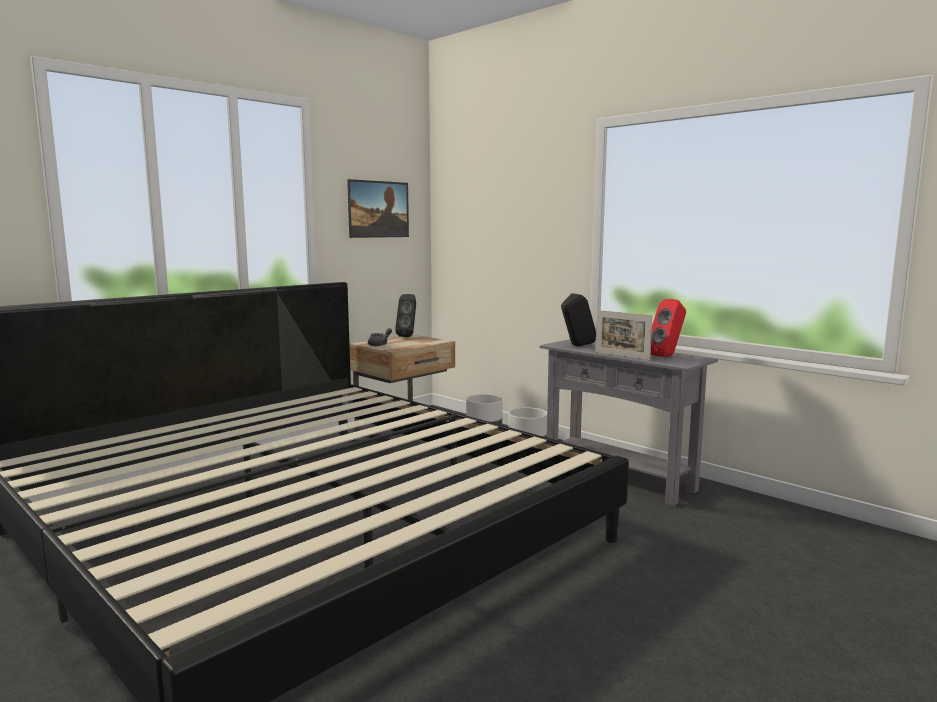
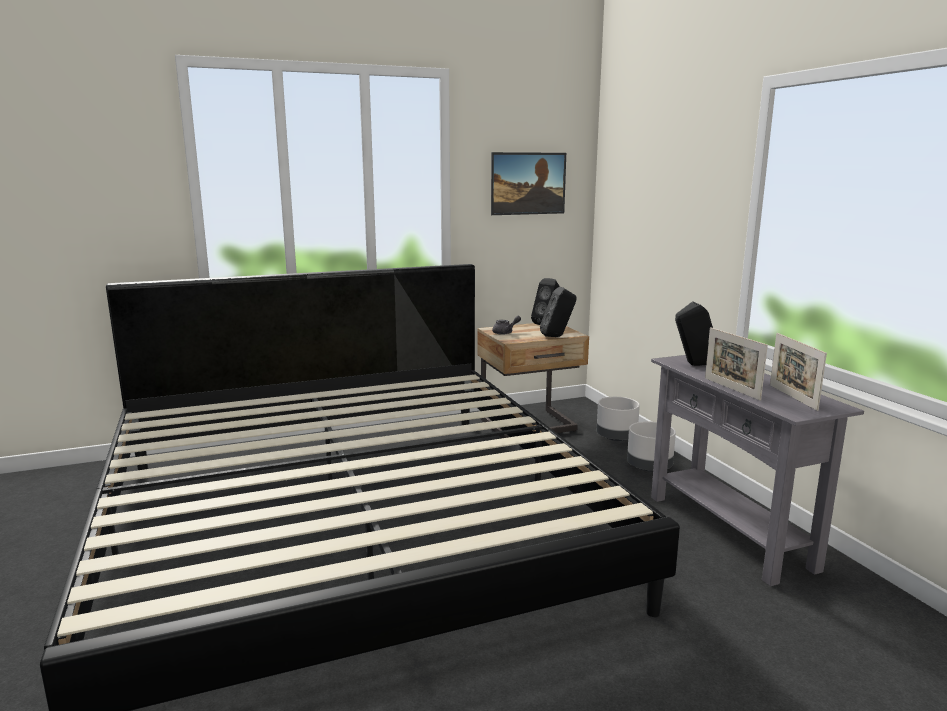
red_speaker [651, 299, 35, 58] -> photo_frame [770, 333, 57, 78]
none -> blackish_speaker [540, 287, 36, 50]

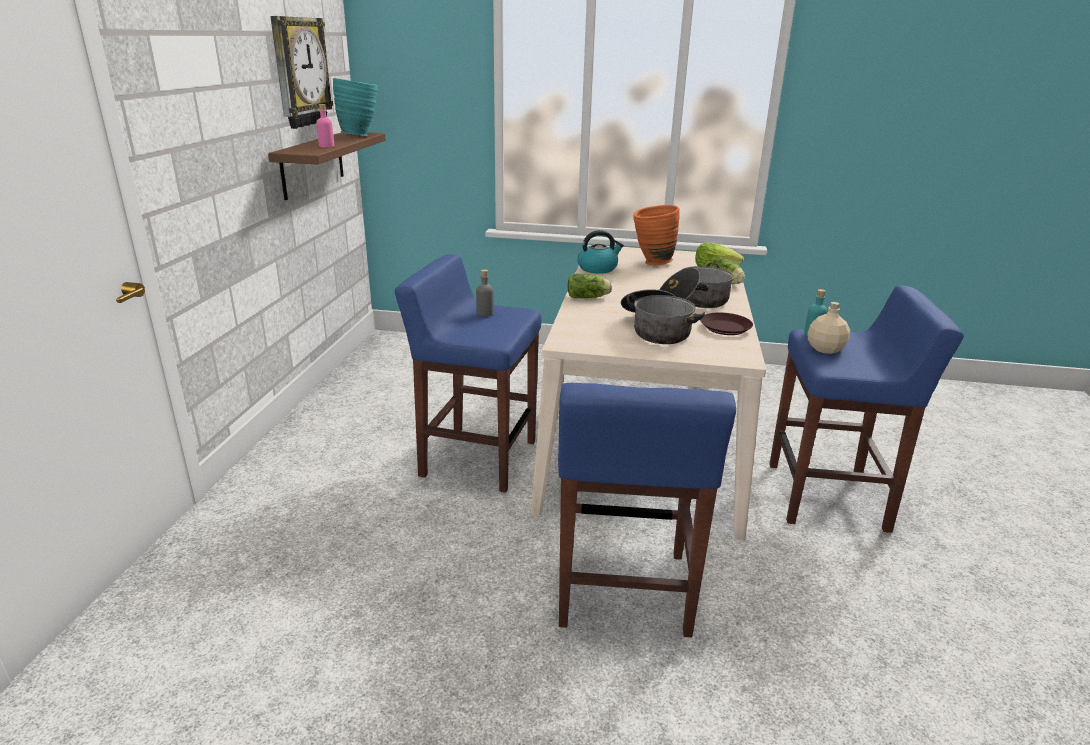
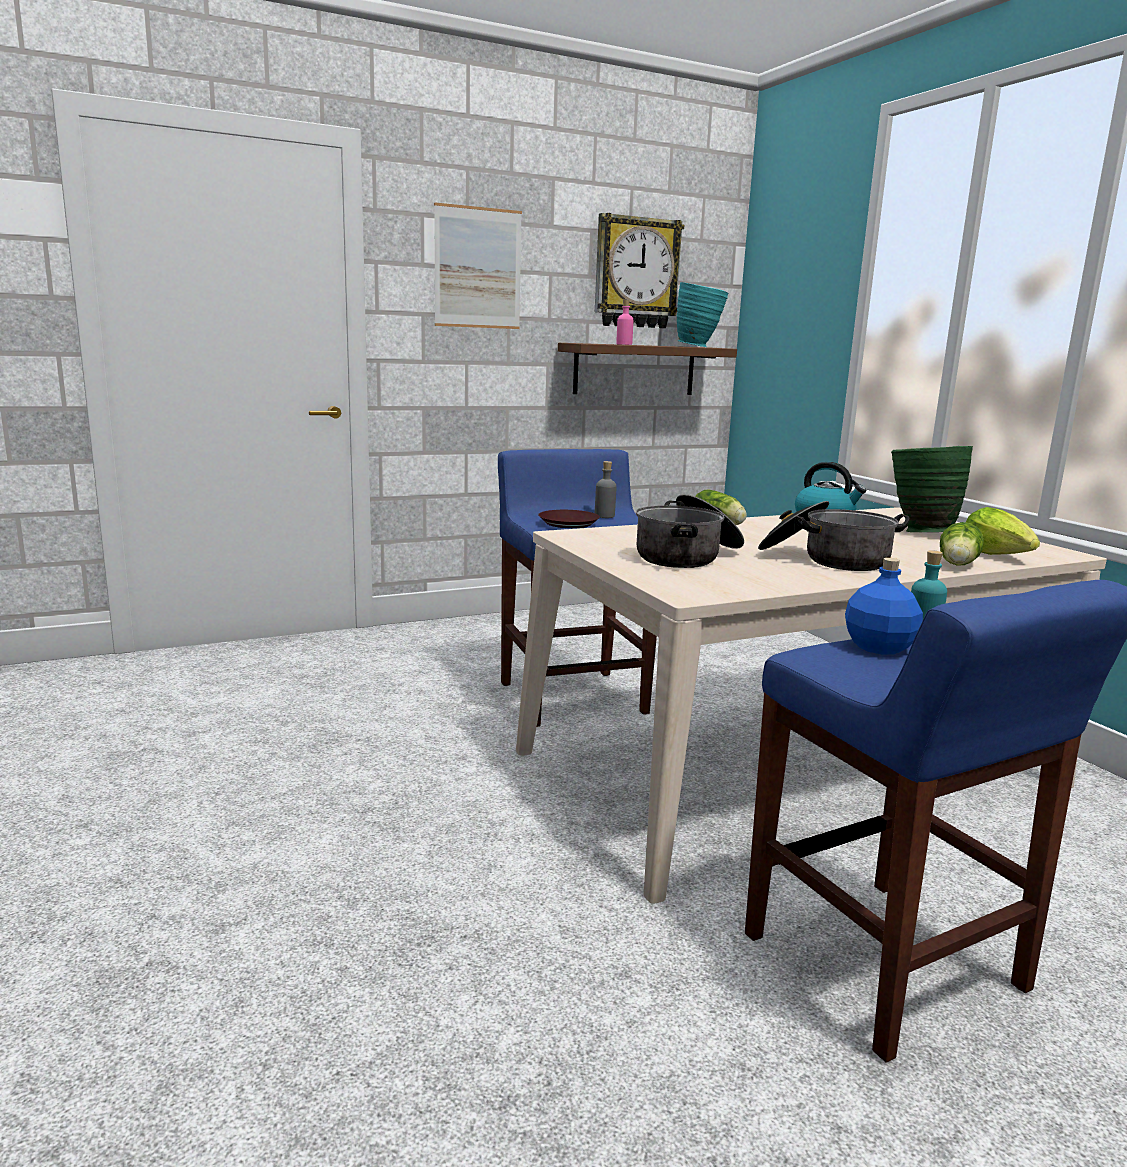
orange-coloured_vase [633, 205, 47, 61] -> green_vase [891, 446, 82, 86]
sand-coloured_bottle [807, 302, 43, 52] -> bluish_bottle [845, 558, 78, 96]
brown-coloured_flat_dish [700, 312, 53, 23] -> brown-coloured_flat_dish [538, 510, 62, 18], move
bluish_stool_seat [558, 383, 178, 254] -> none
none -> picture [434, 202, 88, 127]

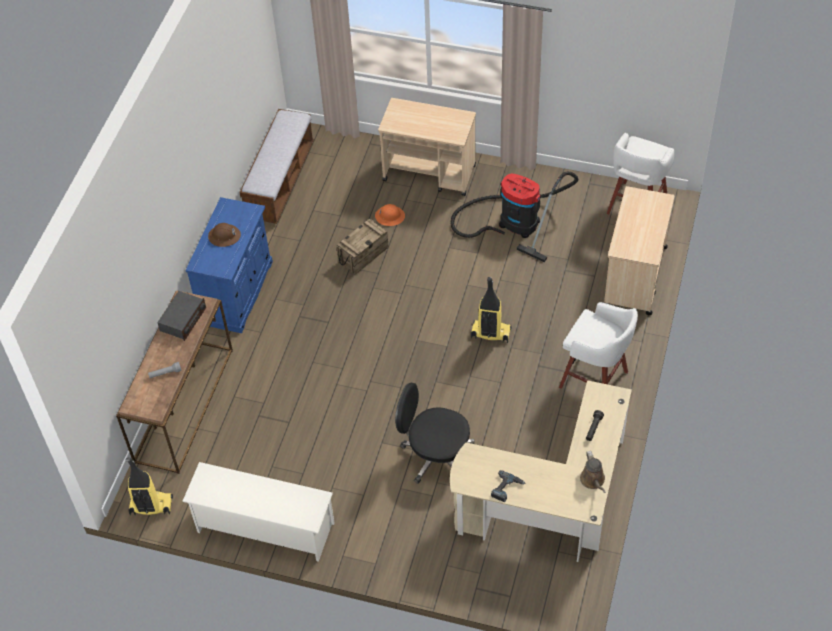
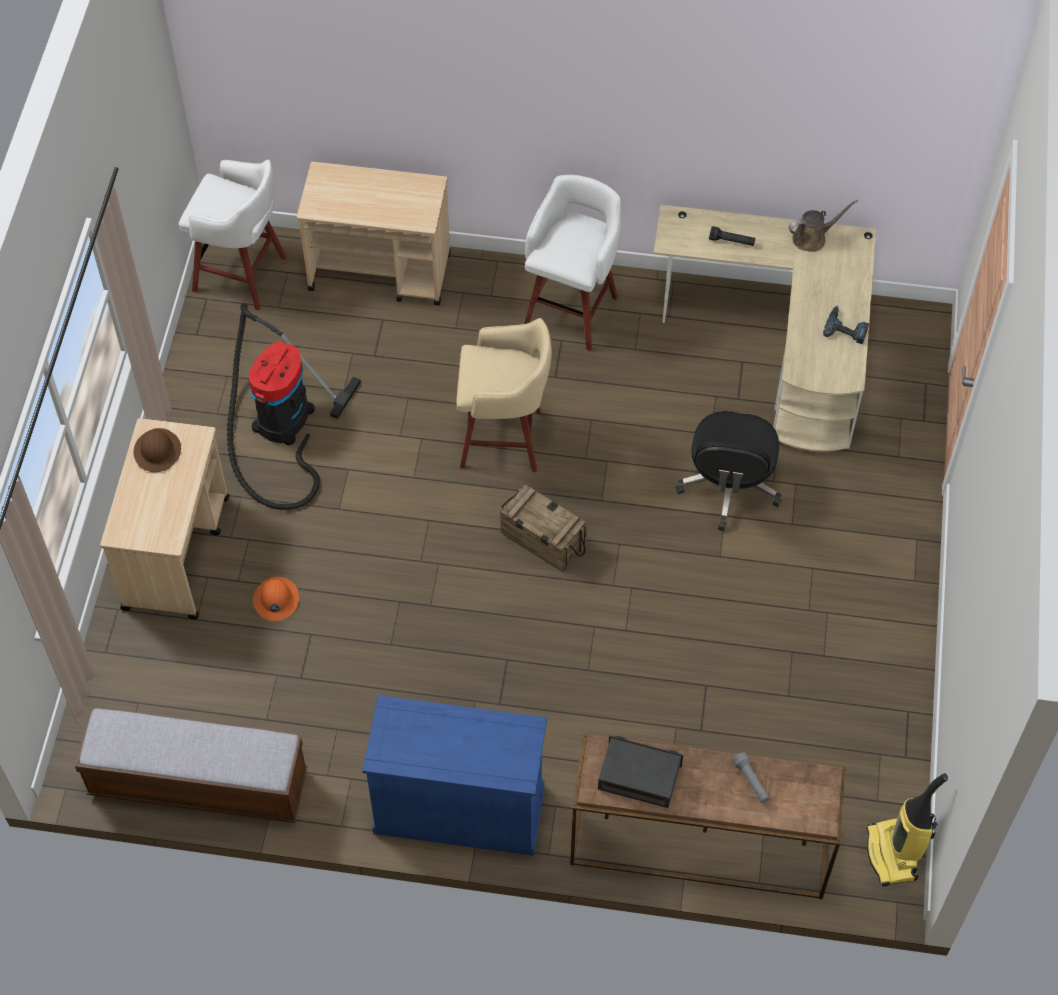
crate [337, 219, 52, 56] -> crate [500, 484, 87, 88], move
brown-coloured_work_helmet [208, 223, 33, 24] -> brown-coloured_work_helmet [134, 428, 47, 44], move
vacuum [471, 277, 41, 66] -> sand-coloured_stool_seat [456, 318, 96, 154]
white-coloured_shoe_stand [182, 462, 153, 100] -> none

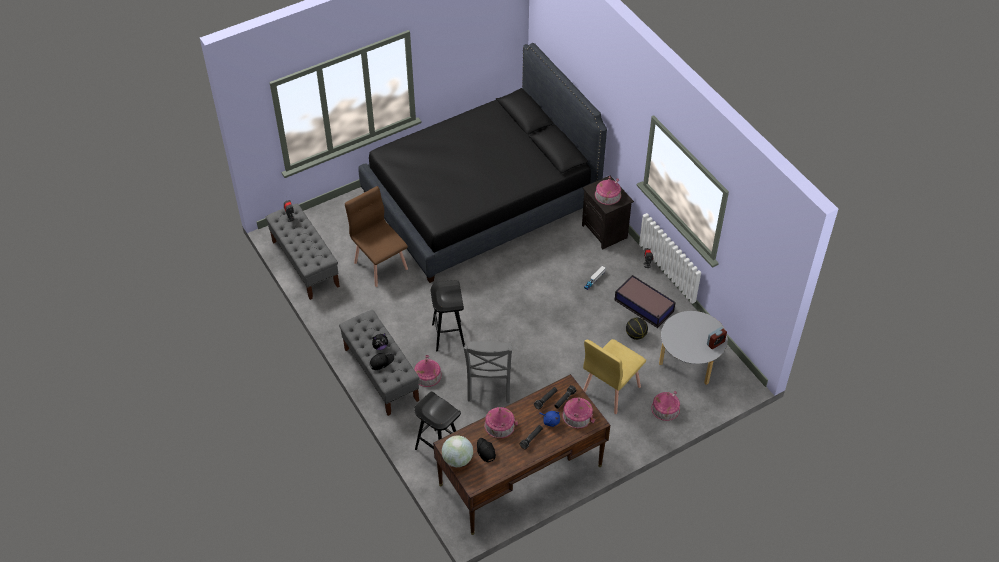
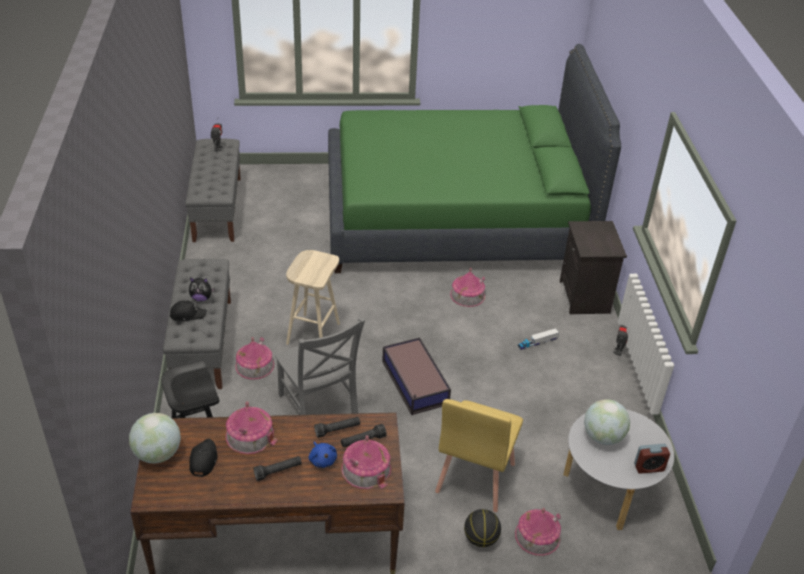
blackish_bedroom_bed [358, 43, 249, 240] -> green_bedroom_bed [328, 44, 293, 229]
toy_house [595, 176, 26, 29] -> toy_house [450, 268, 35, 39], move
brown-coloured_chair [345, 186, 63, 101] -> none
storage_bin [615, 275, 61, 53] -> storage_bin [382, 337, 69, 78], move
blackish_stool_seat [431, 280, 34, 71] -> sand-coloured_stool_seat [286, 250, 54, 95]
basketball_ball [626, 318, 22, 22] -> basketball_ball [464, 509, 37, 38], move
yellow-coloured_chair [583, 339, 63, 75] -> yellow-coloured_chair [435, 399, 88, 113], 45 degrees counterclockwise
greyish_chair [464, 341, 48, 62] -> greyish_chair [275, 317, 90, 98], 60 degrees counterclockwise
none -> world_globe [584, 399, 46, 46]

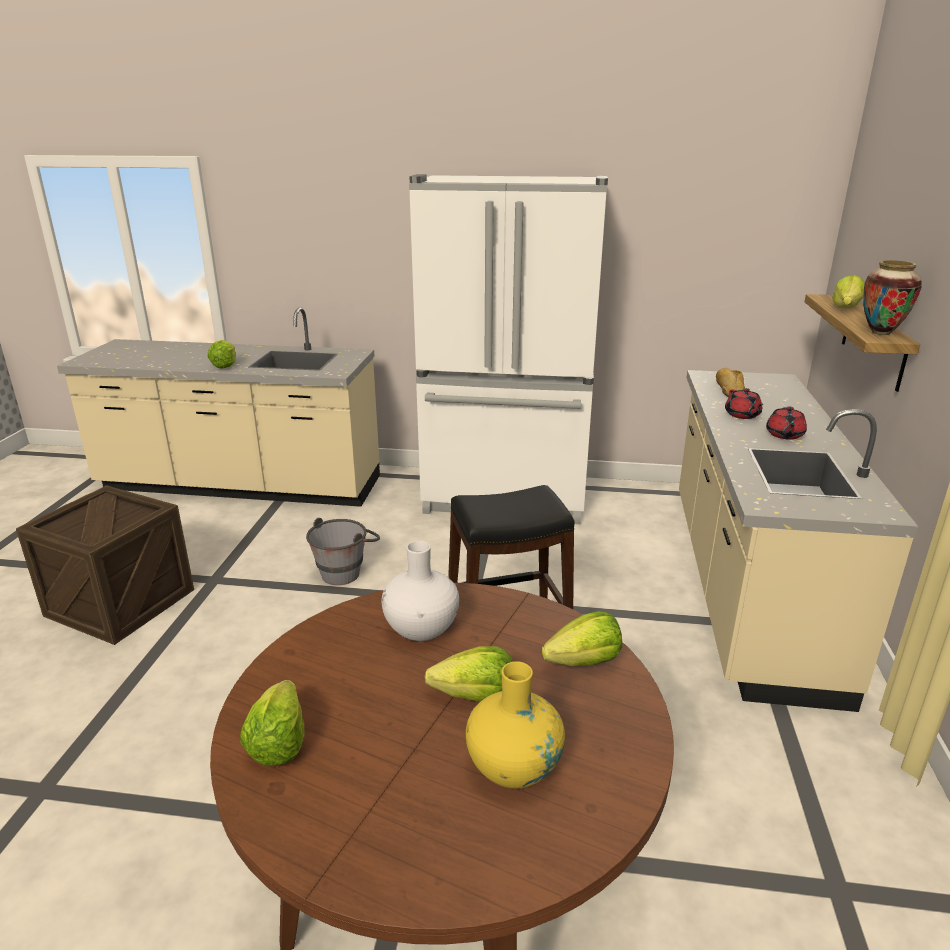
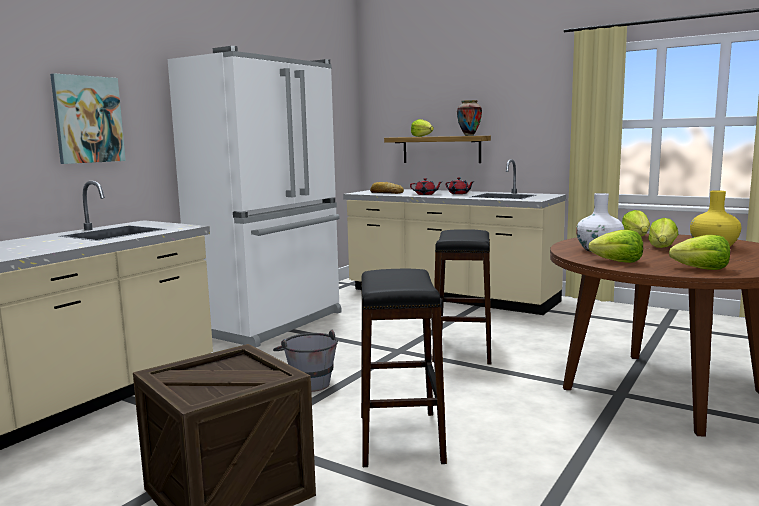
lettuce_head [208, 340, 28, 29] -> lettuce_head [589, 230, 54, 33], move
none -> picture [50, 73, 76, 91]
none -> blackish_stool_seat [361, 269, 86, 198]

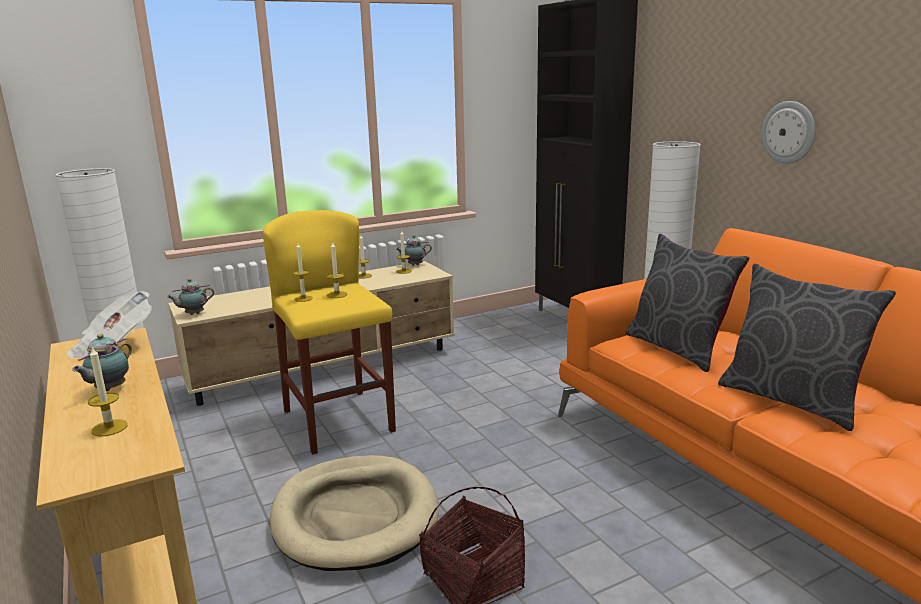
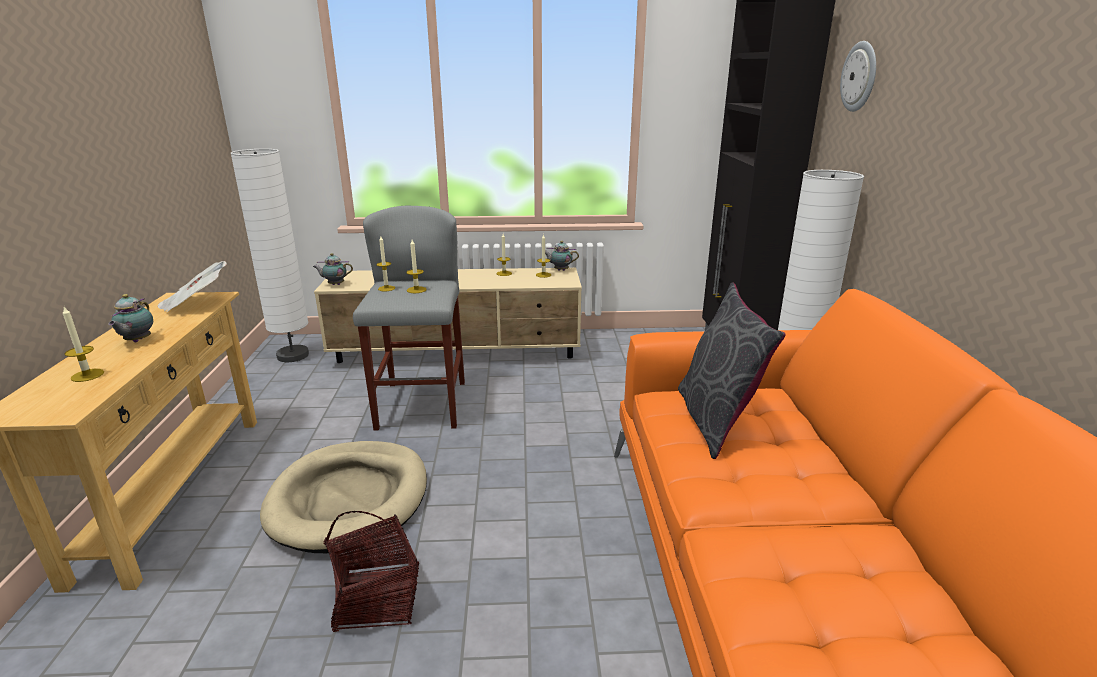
clock_on_the_wall [761, 101, 55, 63] -> clock_on_the_wall [840, 41, 36, 71], move
yellow-coloured_stool_seat [263, 210, 133, 245] -> greyish_stool_seat [353, 206, 112, 224]
greyish_throw_pillow [718, 263, 178, 168] -> none
tea_pot [72, 334, 60, 57] -> tea_pot [108, 294, 45, 48], 45 degrees counterclockwise

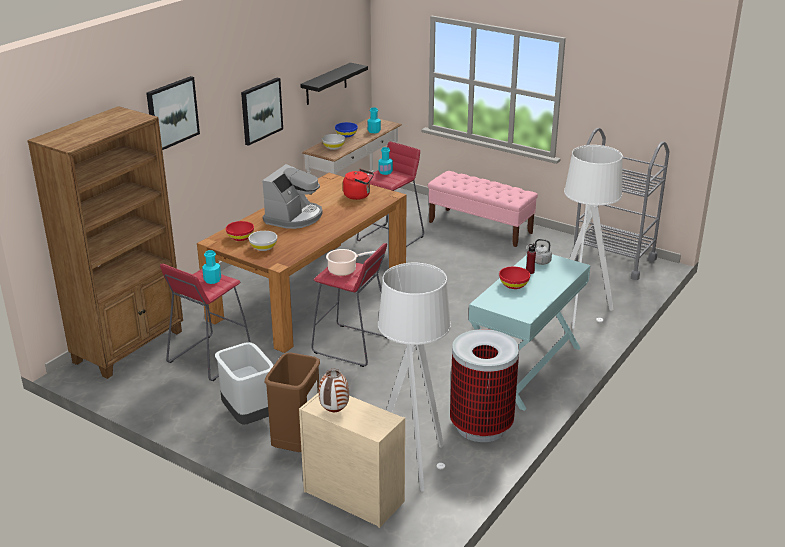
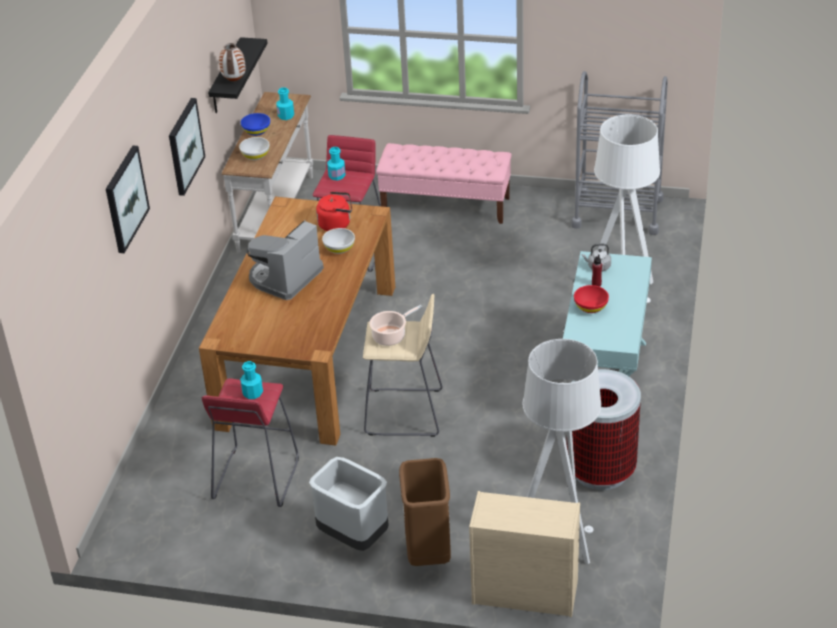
brown-coloured_shelving_unit [27, 106, 156, 273] -> none
coffee_machine [262, 164, 61, 65] -> coffee_machine [247, 220, 77, 80], 150 degrees counterclockwise
red_bowl [226, 221, 28, 20] -> none
white-coloured_bowl [249, 231, 28, 20] -> white-coloured_bowl [322, 228, 33, 26], move
red_stool_seat [311, 243, 76, 124] -> sand-coloured_stool_seat [363, 294, 80, 143]
vase [319, 369, 30, 43] -> vase [219, 43, 27, 38], move

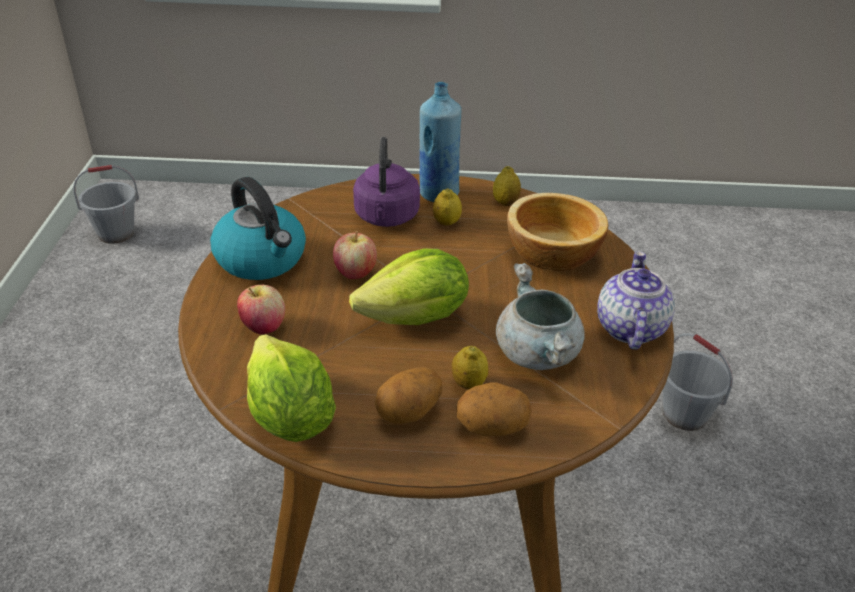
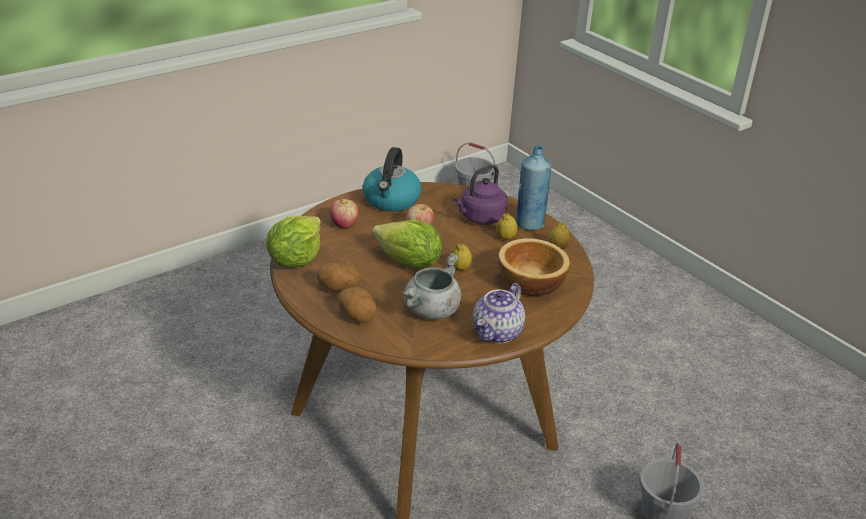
tea_pot [597, 251, 78, 99] -> tea_pot [473, 283, 52, 60], 150 degrees clockwise
lemon [452, 346, 36, 43] -> lemon [451, 243, 21, 28], move

